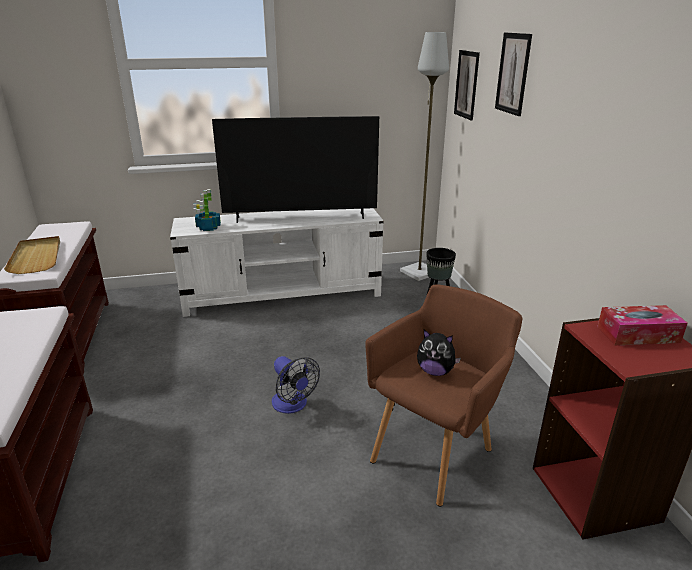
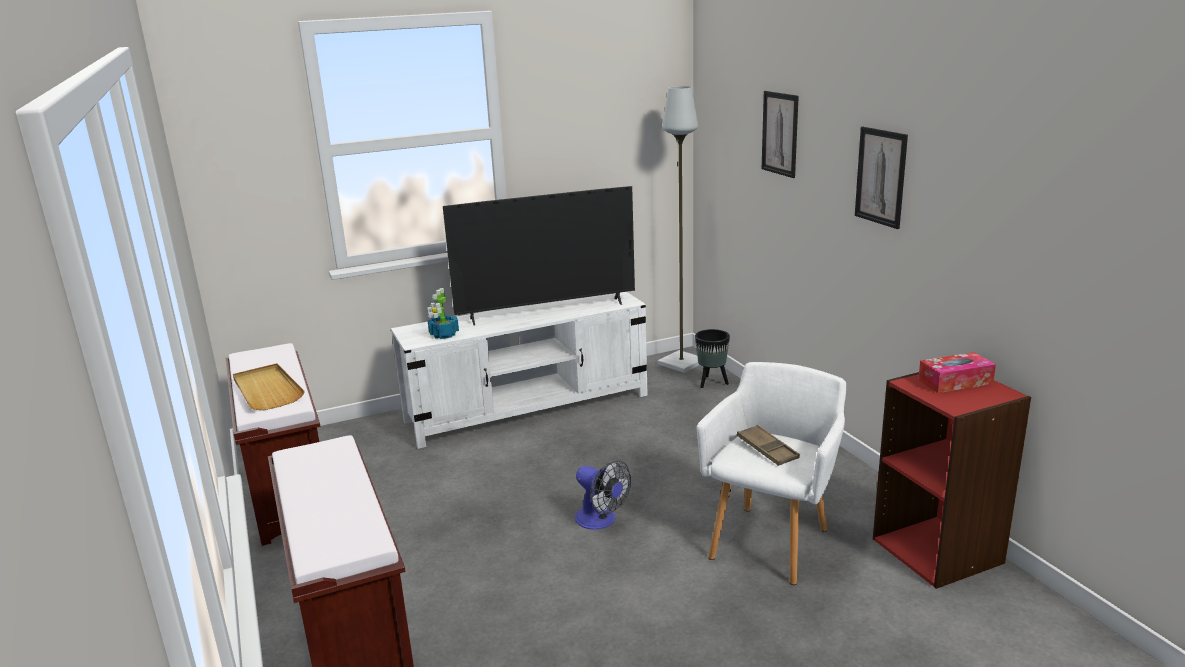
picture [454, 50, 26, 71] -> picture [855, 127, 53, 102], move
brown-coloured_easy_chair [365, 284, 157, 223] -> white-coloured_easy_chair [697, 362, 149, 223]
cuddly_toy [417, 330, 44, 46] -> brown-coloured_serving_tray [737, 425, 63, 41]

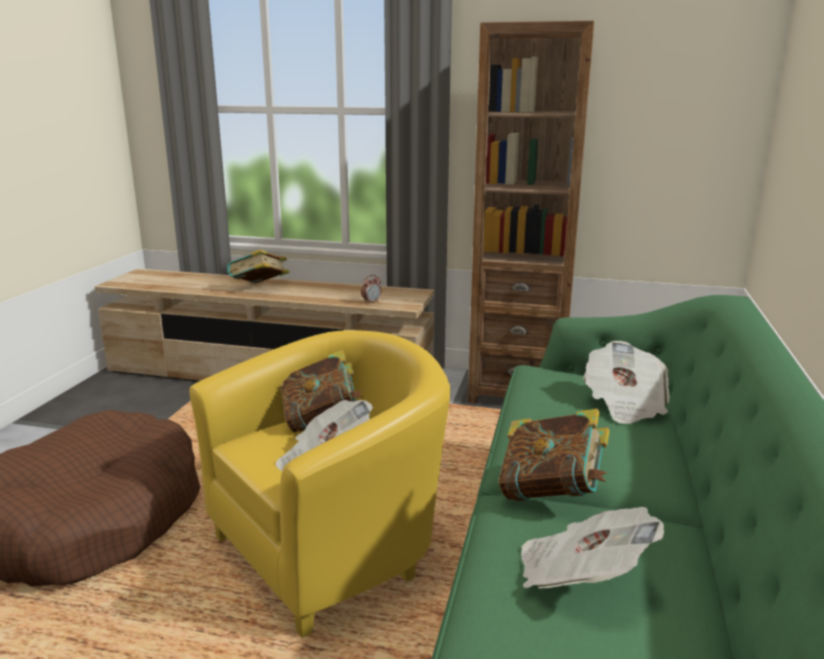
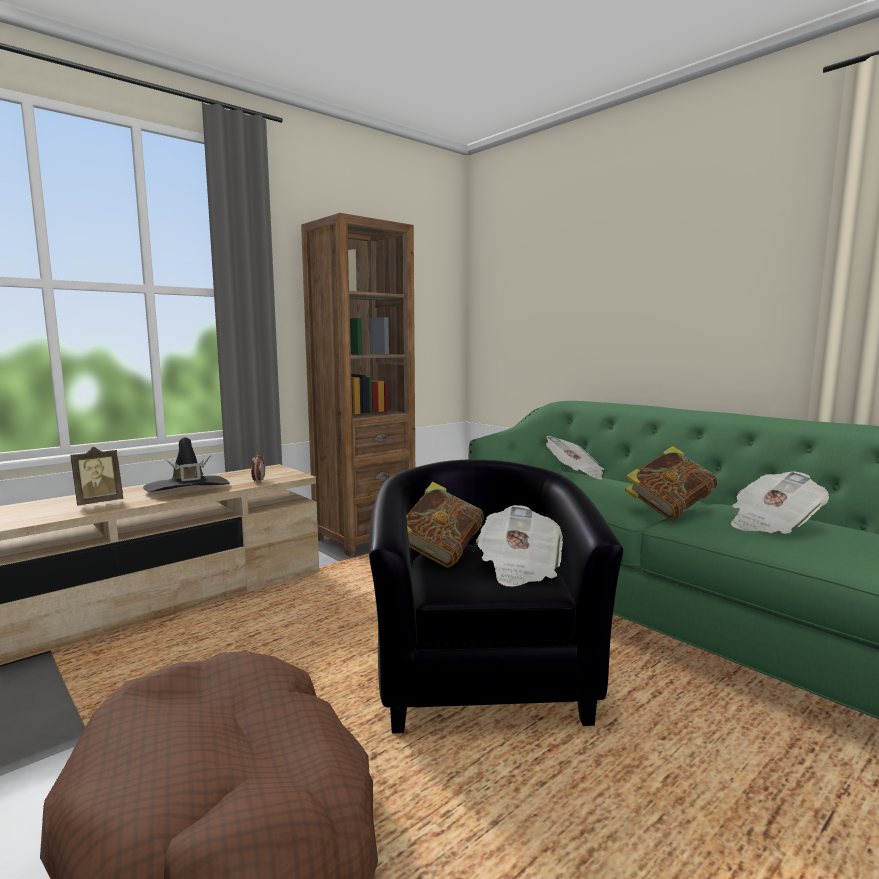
volume [227, 249, 63, 34] -> photo_frame [70, 447, 53, 59]
yellow-coloured_easy_chair [189, 330, 261, 308] -> blackish_easy_chair [369, 459, 254, 274]
none -> blackish_hat [143, 437, 87, 55]

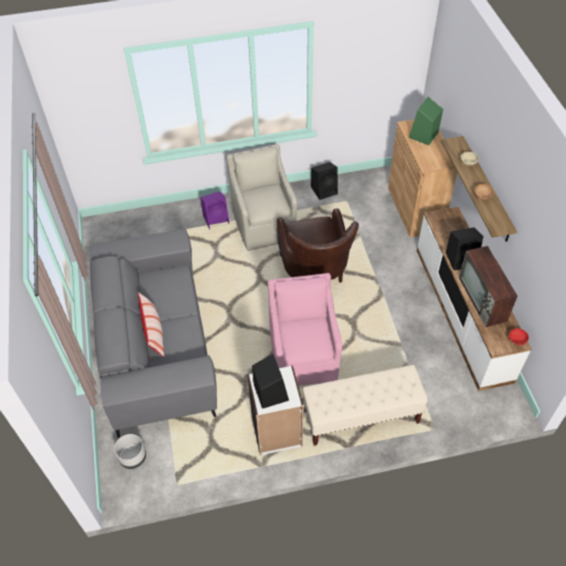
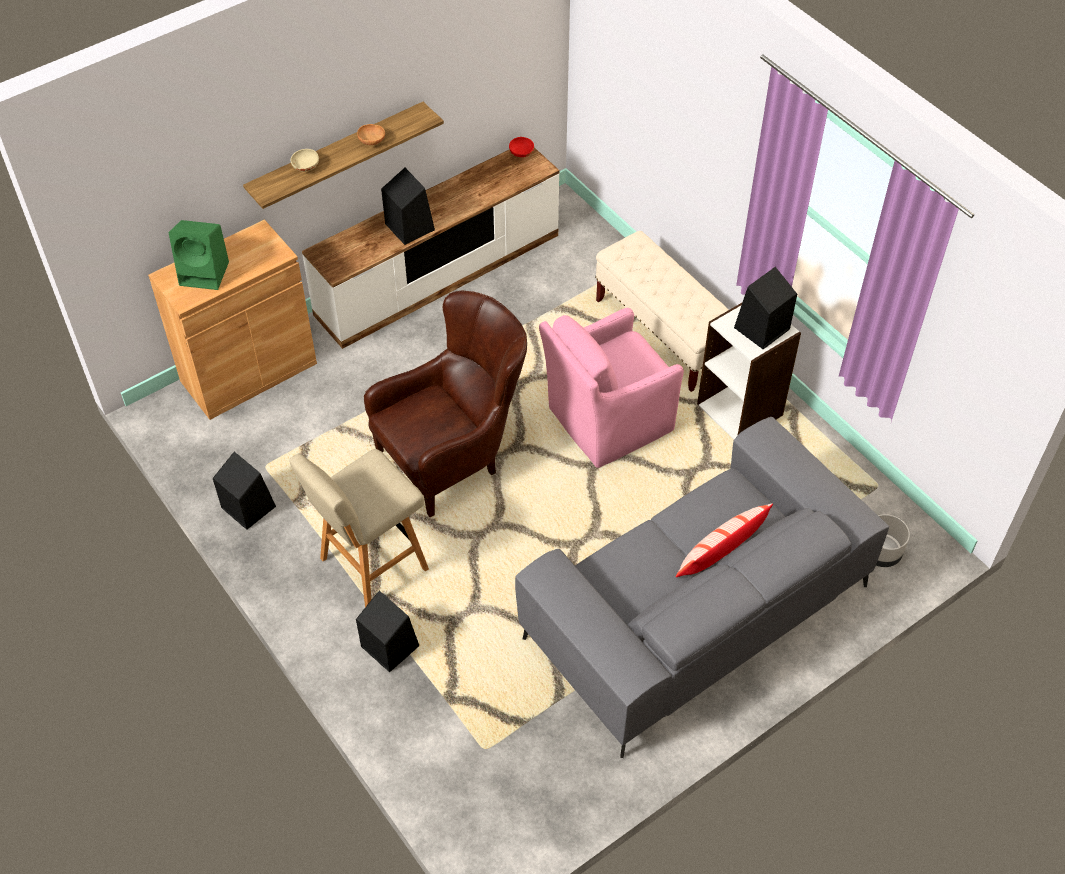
sand-coloured_easy_chair [227, 144, 70, 107] -> sand-coloured_stool_seat [289, 449, 140, 158]
purple-coloured_speaker [200, 191, 29, 39] -> blackish_speaker [356, 591, 63, 81]
TV [459, 246, 59, 81] -> none

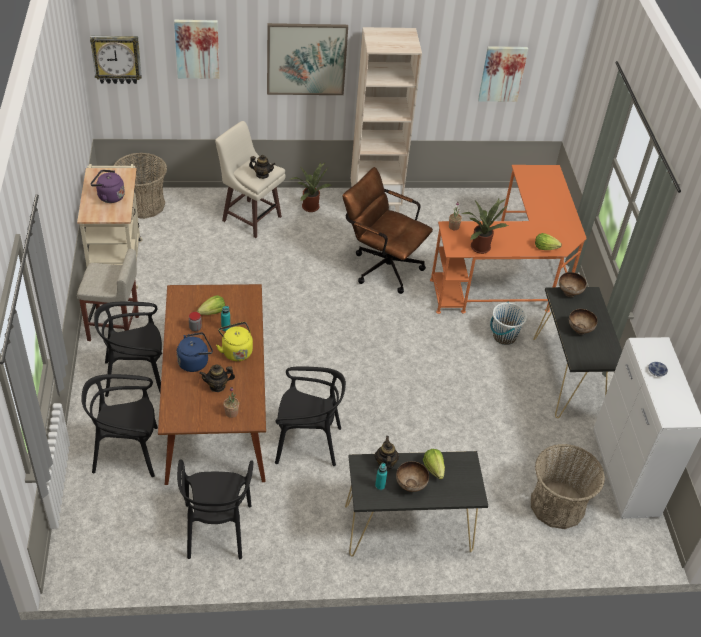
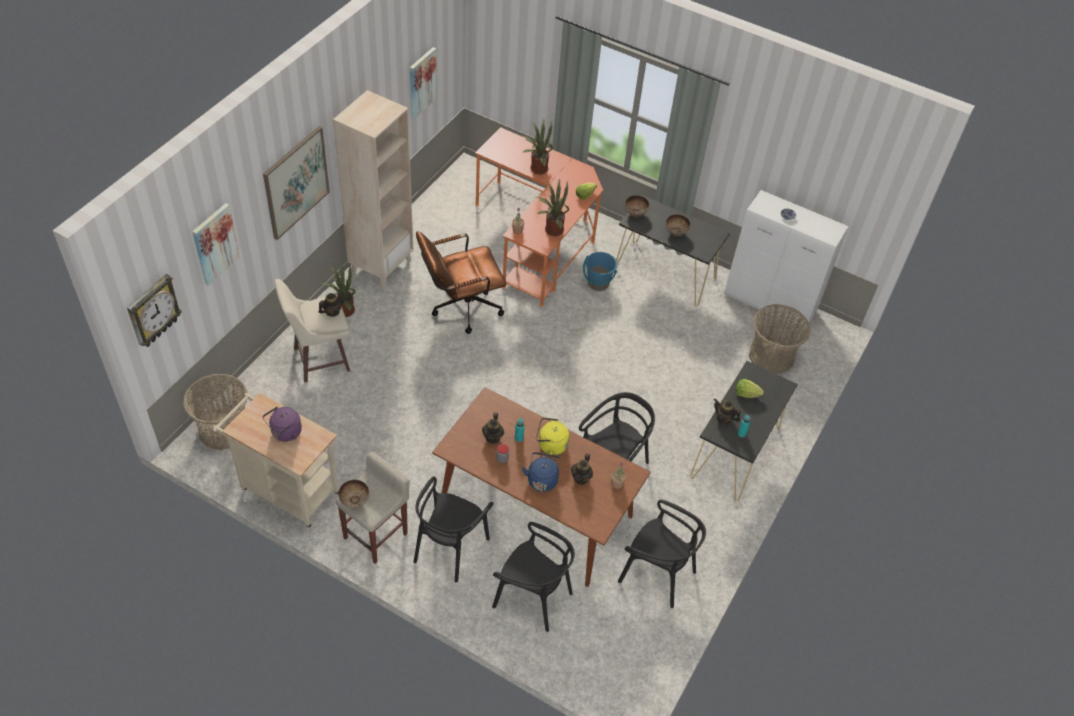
lettuce_head [197, 295, 28, 20] -> tea_pot [482, 412, 22, 32]
white-coloured_pail [490, 301, 37, 44] -> bluish_pail [583, 252, 34, 39]
blackish_chair [81, 374, 77, 103] -> blackish_chair [492, 522, 83, 110], 90 degrees counterclockwise
bowl [396, 461, 33, 31] -> bowl [338, 480, 31, 28], move
none -> potted_plant [523, 120, 30, 55]

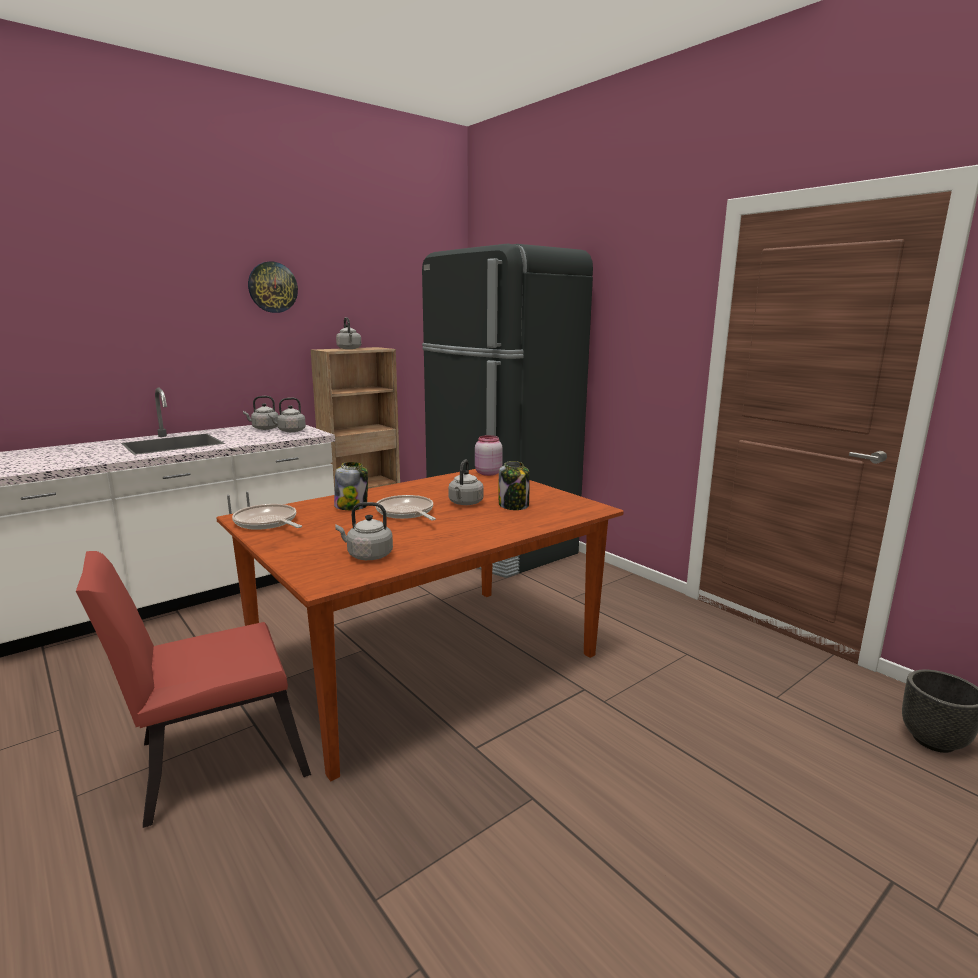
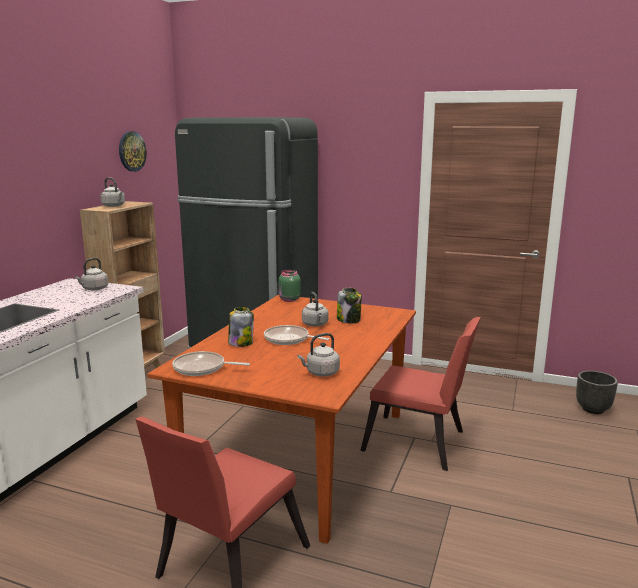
clock_on_the_wall [248, 261, 50, 52] -> clock_on_the_wall [119, 131, 28, 41], move
greyish_kettle [243, 396, 36, 34] -> none
pink-coloured_preserve_jar [475, 435, 28, 41] -> green_preserve_jar [279, 270, 22, 32]
none -> red_chair [360, 317, 121, 154]

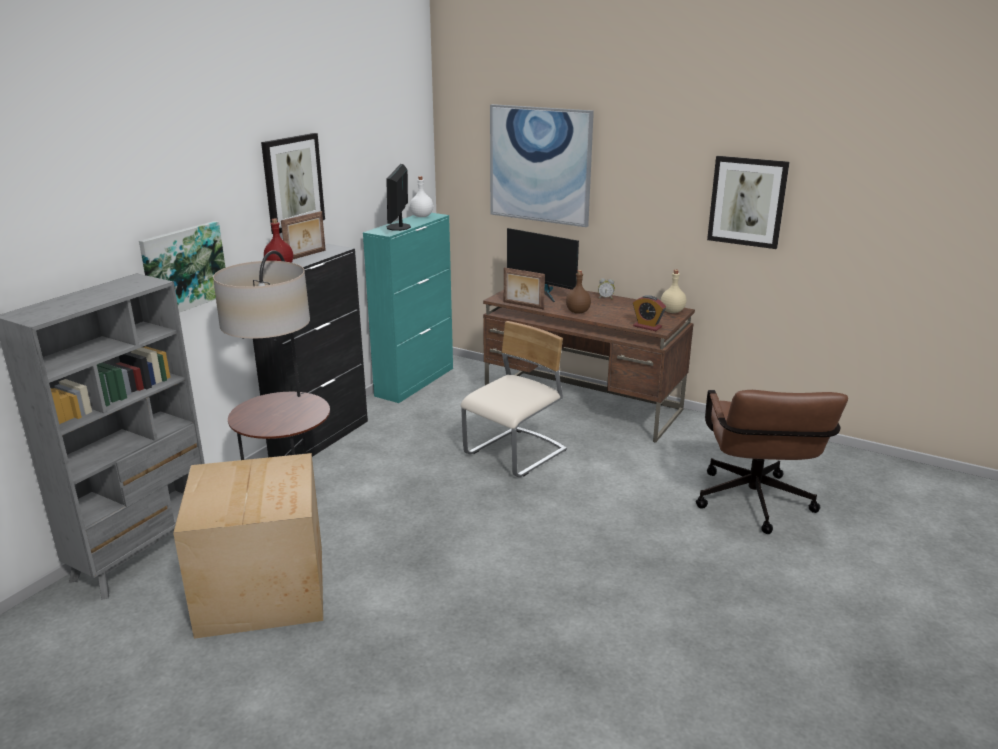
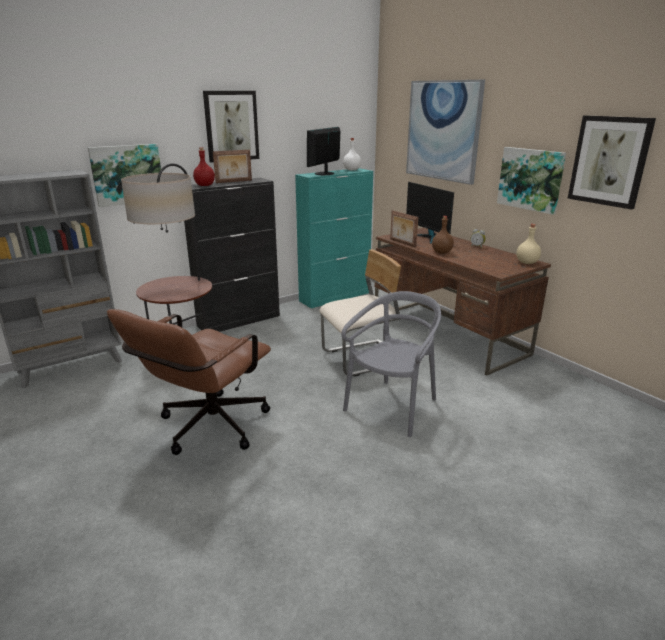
bedside_clock [633, 295, 33, 36] -> none
brown-coloured_computer_chair [696, 390, 152, 144] -> brown-coloured_computer_chair [107, 309, 164, 146], move
cardboard_box [173, 453, 150, 186] -> none
none -> picture [497, 147, 69, 68]
none -> greyish_chair [341, 291, 100, 146]

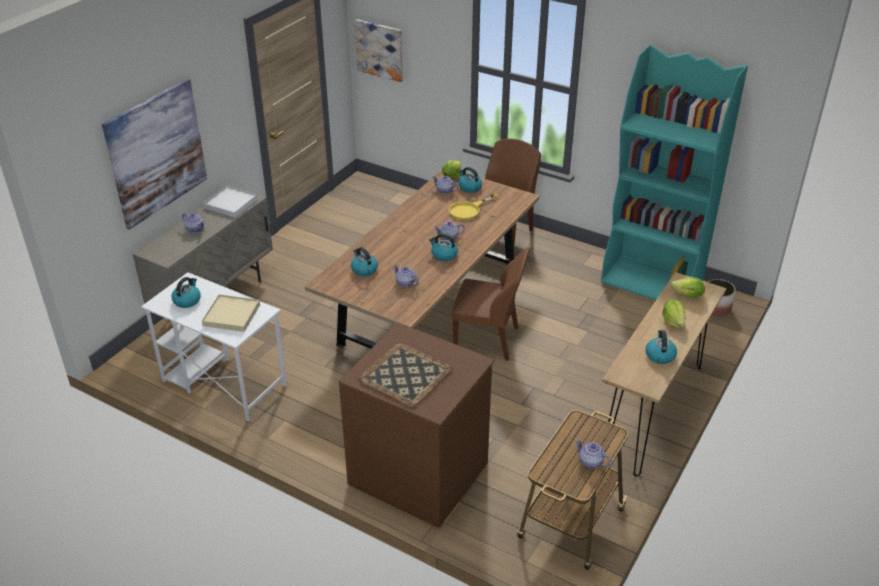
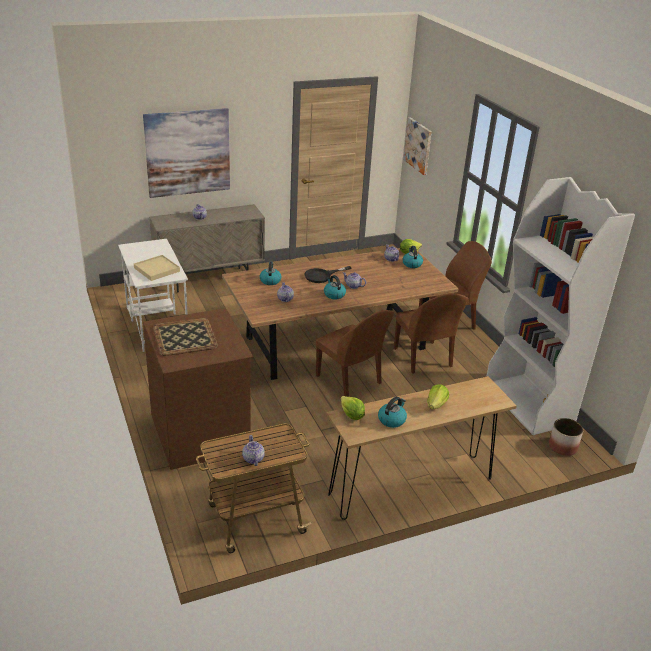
turquoise-coloured_shelving_unit [601, 44, 147, 256] -> white-coloured_shelving_unit [486, 177, 149, 258]
white-coloured_serving_tray [203, 186, 55, 31] -> none
yellow-coloured_skillet [449, 194, 49, 26] -> none
kettle [172, 277, 29, 31] -> none
lettuce_head [670, 277, 35, 21] -> lettuce_head [341, 396, 24, 24], move
none -> blackish_skillet [304, 266, 48, 17]
none -> brown-coloured_chair [394, 294, 74, 80]

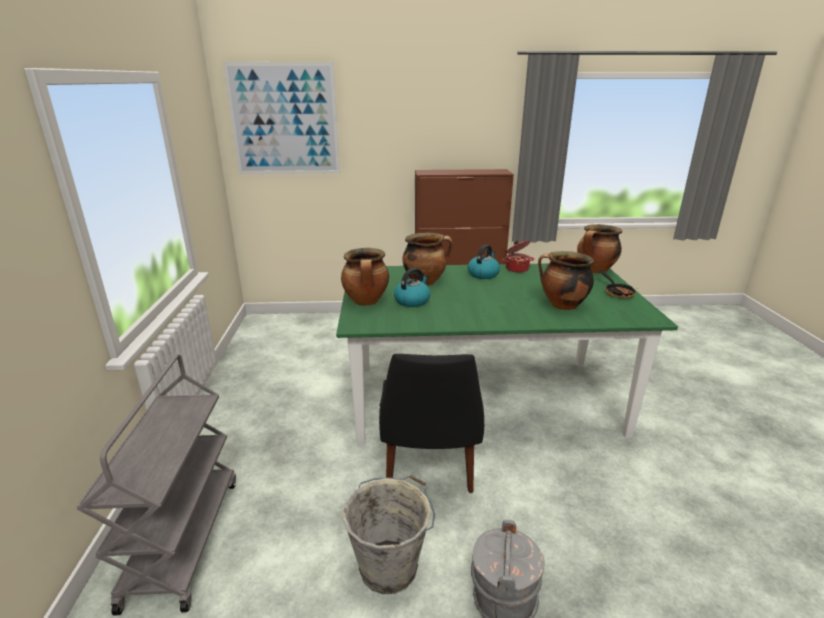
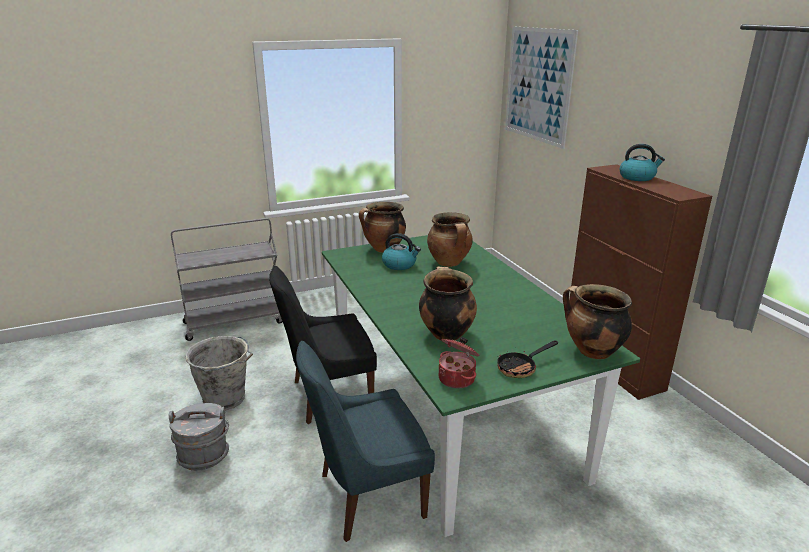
saucepot [502, 241, 32, 32] -> saucepot [439, 337, 41, 51], move
kettle [468, 245, 32, 34] -> kettle [620, 144, 45, 37], move
none -> bluish_chair [296, 341, 139, 201]

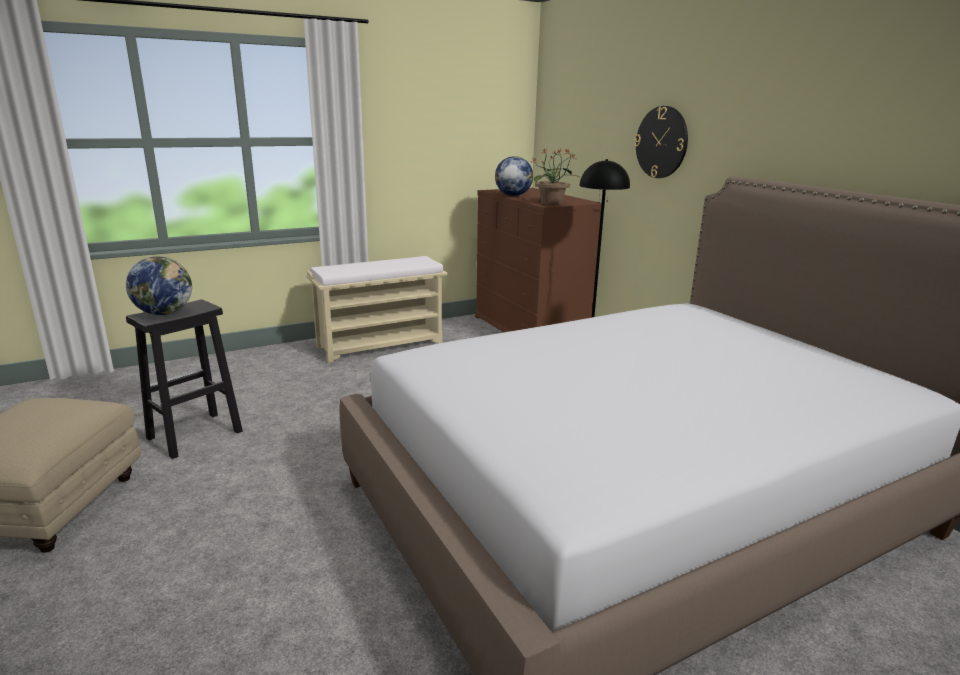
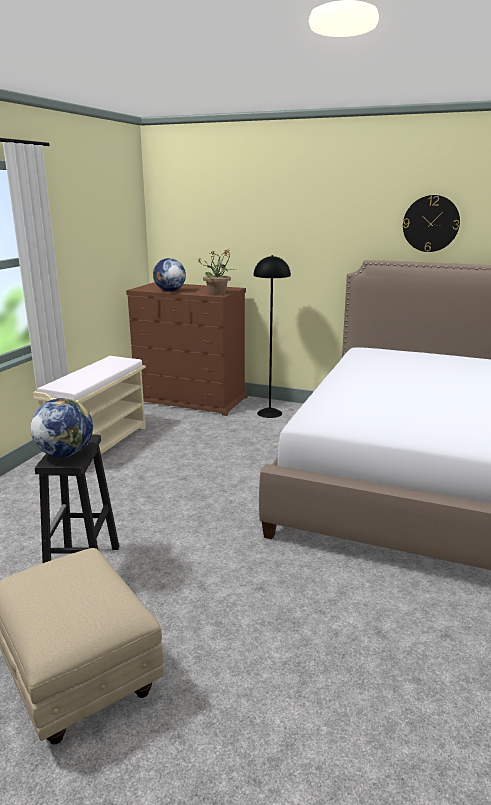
clock_on_the_wall [634, 106, 54, 72] -> clock_on_the_wall [403, 195, 57, 57], move

